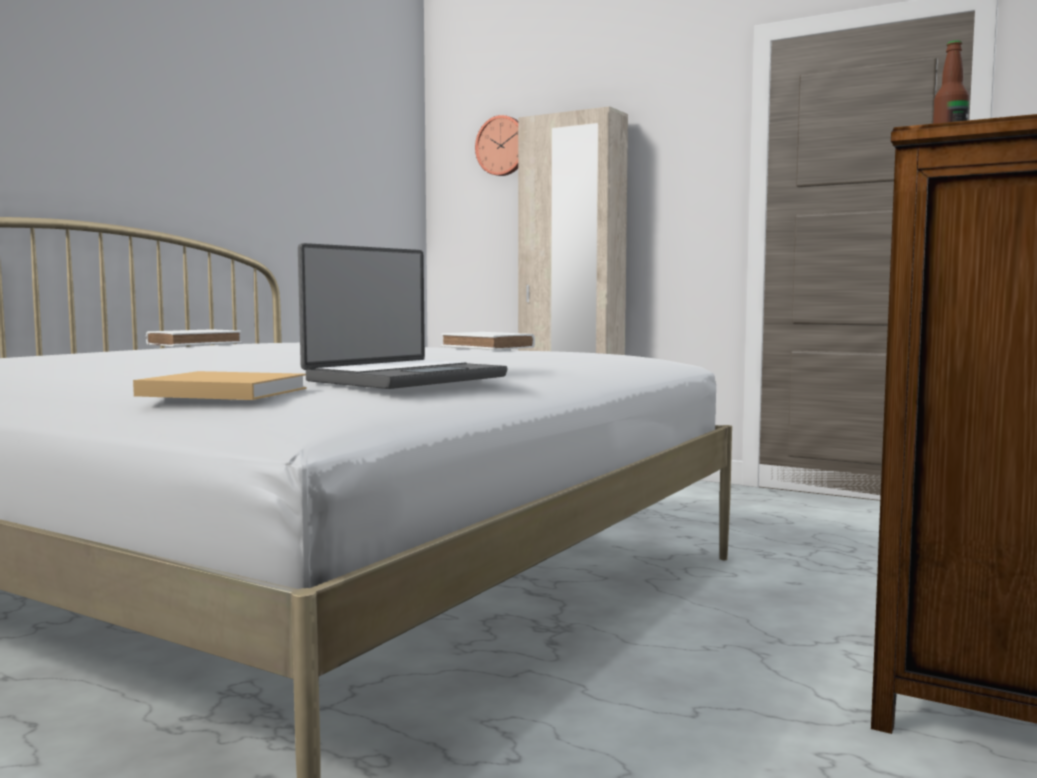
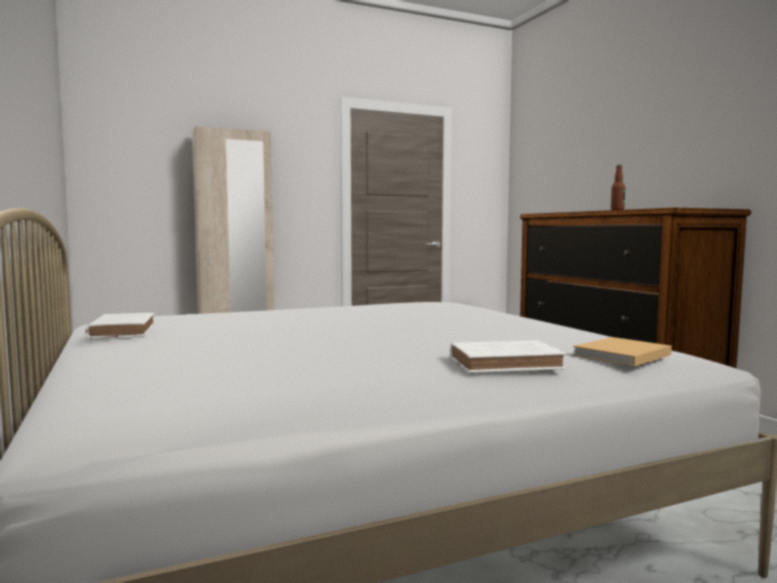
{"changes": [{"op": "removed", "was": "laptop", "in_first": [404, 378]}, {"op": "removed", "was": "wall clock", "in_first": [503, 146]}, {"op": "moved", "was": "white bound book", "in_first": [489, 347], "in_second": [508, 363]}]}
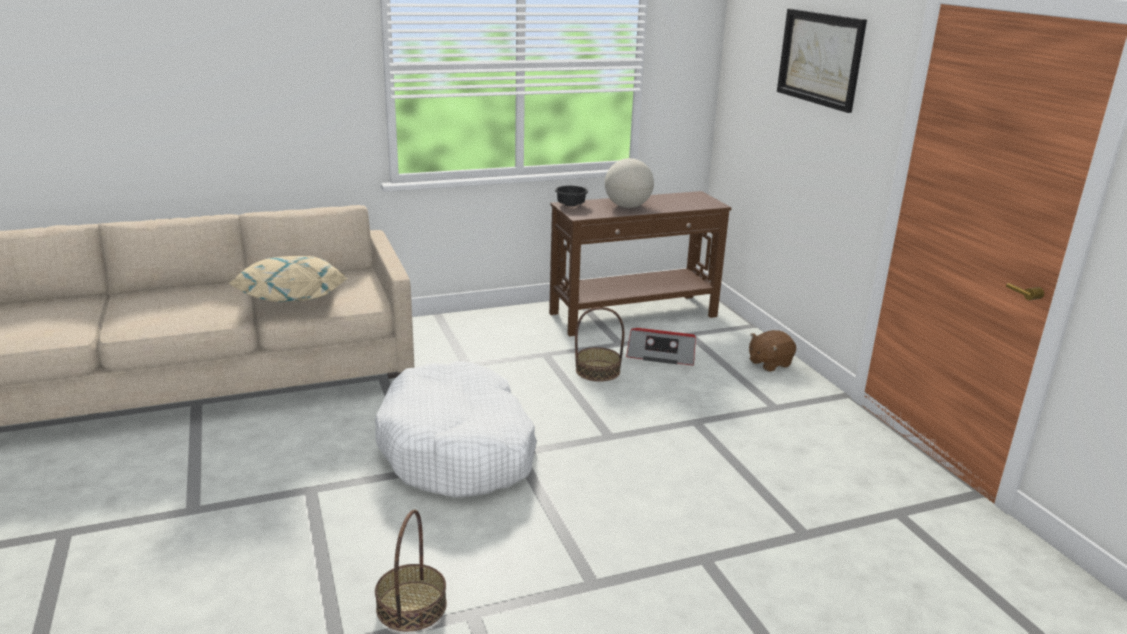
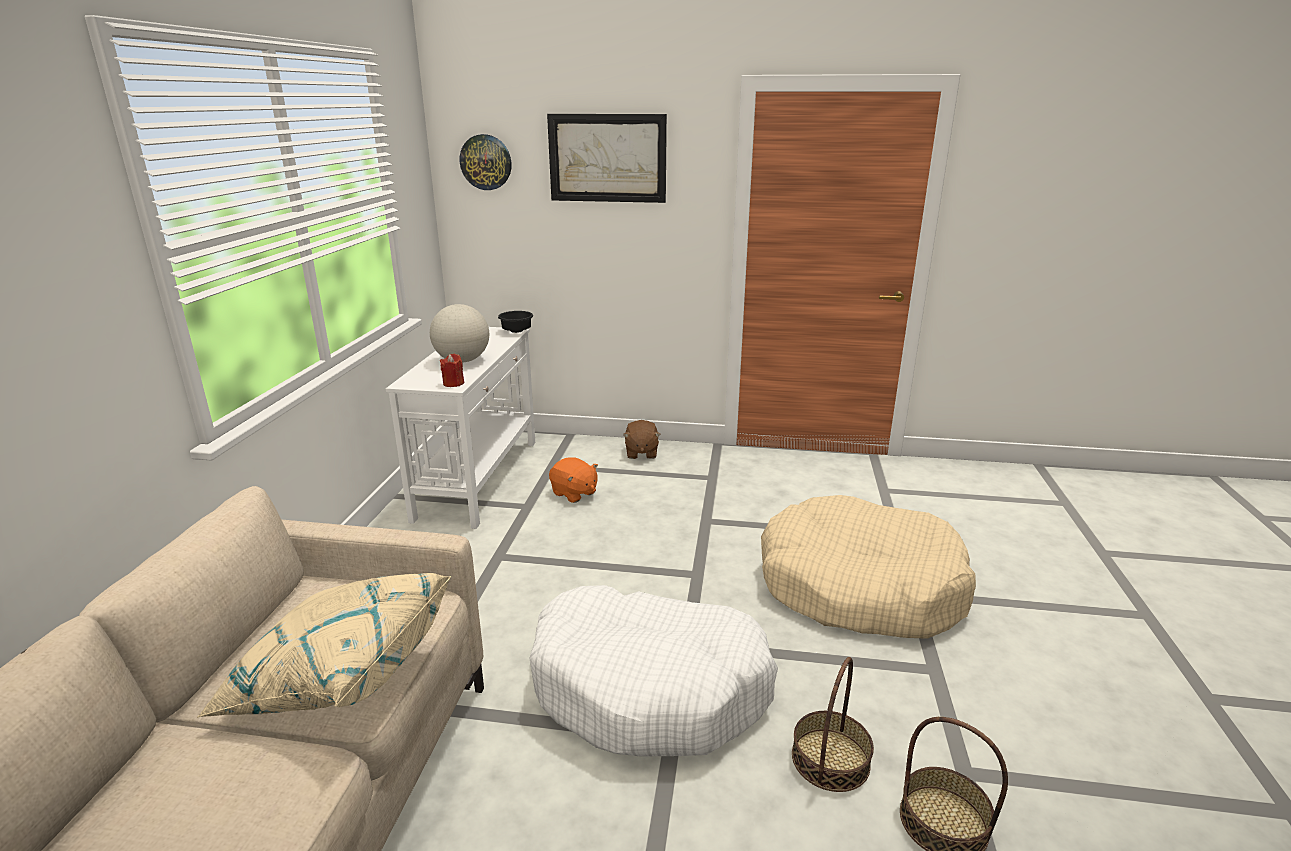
{"changes": [{"op": "added", "now": "reddish wax light", "in_second": [453, 383]}, {"op": "added", "now": "wall clock", "in_second": [486, 162]}, {"op": "added", "now": "beige pet bed", "in_second": [859, 587]}, {"op": "moved", "was": "black deep dish", "in_first": [570, 205], "in_second": [517, 331]}, {"op": "moved", "was": "basket", "in_first": [598, 371], "in_second": [830, 759]}, {"op": "replaced", "was": "radio", "now": "orange plush toy", "in_first": [661, 355], "in_second": [574, 493]}, {"op": "recoloured", "was": "brown narrow table", "now": "white narrow table", "in_first": [634, 315], "in_second": [479, 478]}]}
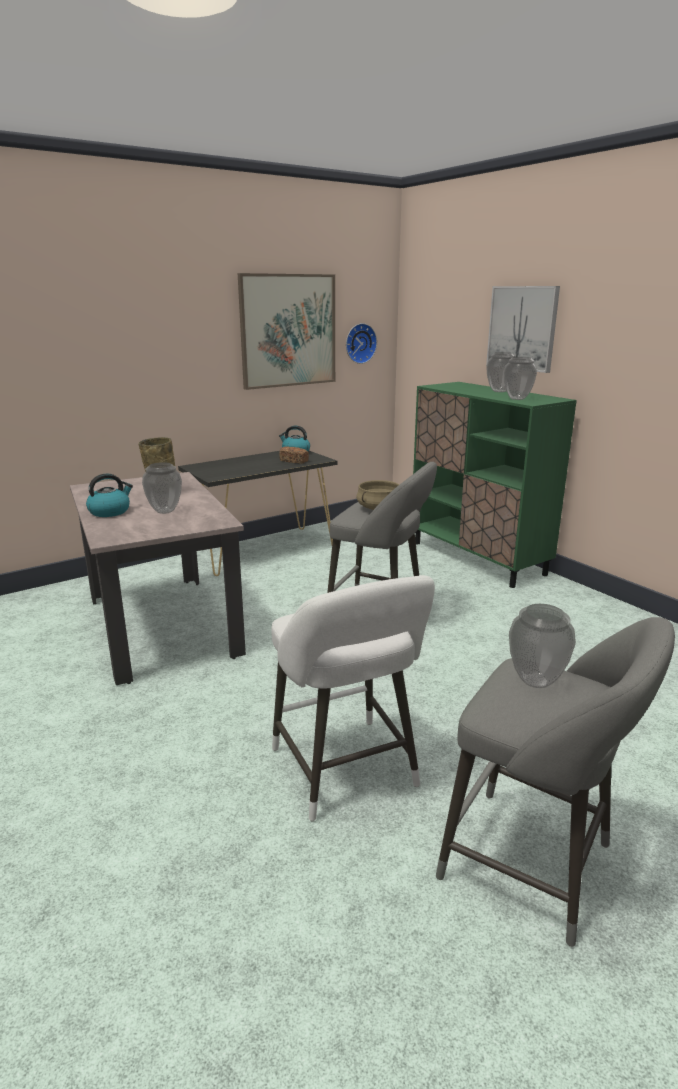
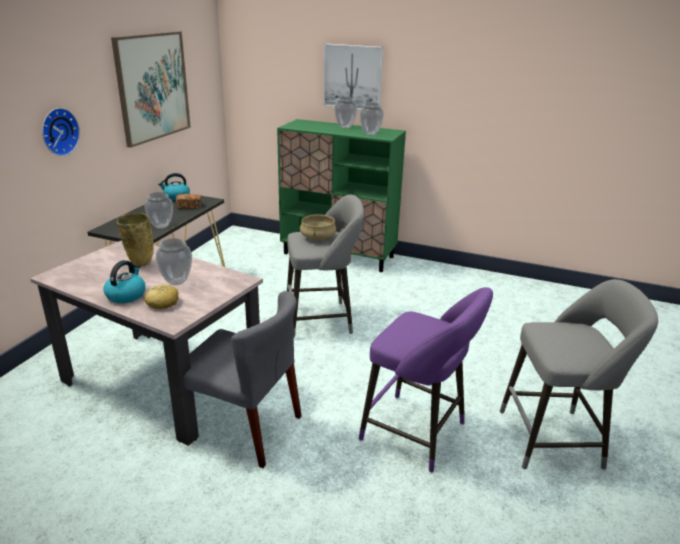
{"changes": [{"op": "added", "now": "baked bread", "in_second": [162, 302]}, {"op": "added", "now": "grey chair", "in_second": [244, 427]}, {"op": "moved", "was": "wall clock", "in_first": [359, 343], "in_second": [58, 131]}, {"op": "moved", "was": "vase", "in_first": [536, 681], "in_second": [161, 226]}, {"op": "recoloured", "was": "white stool seat", "now": "purplish stool seat", "in_first": [347, 773], "in_second": [418, 434]}]}
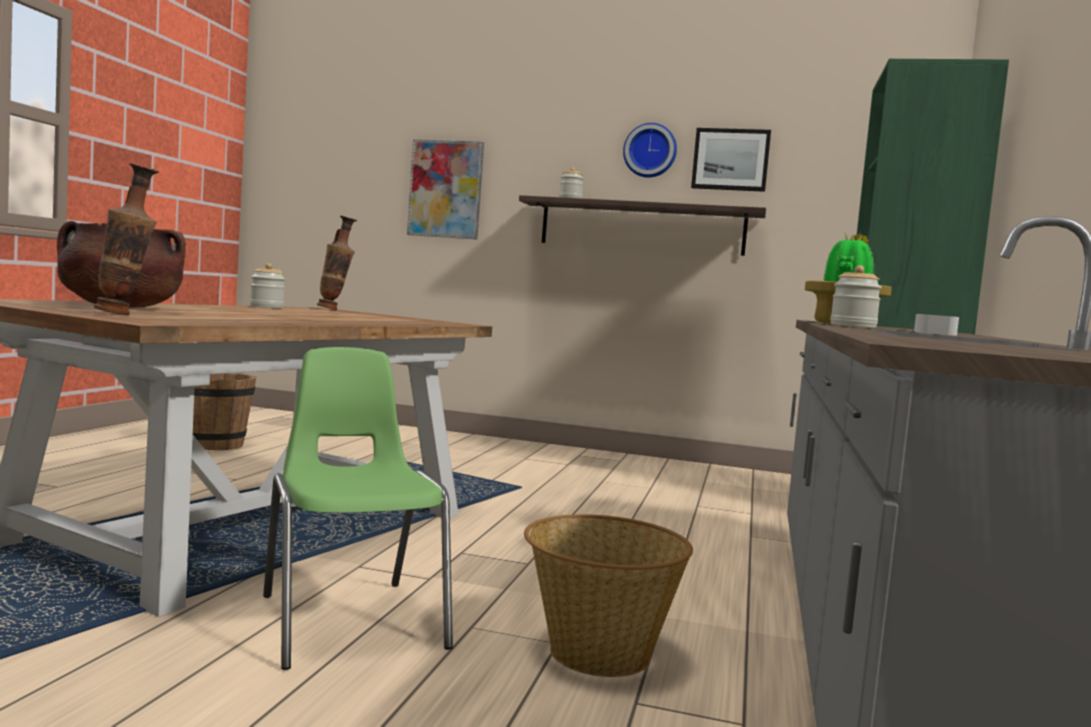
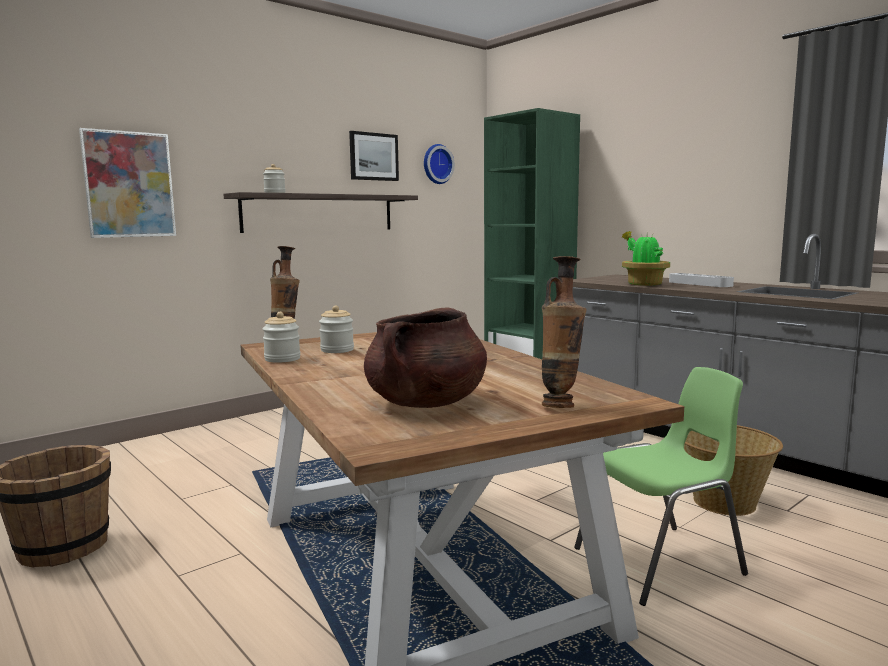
{"changes": [{"op": "moved", "was": "wall clock", "in_first": [650, 151], "in_second": [436, 164]}, {"op": "moved", "was": "jar", "in_first": [853, 326], "in_second": [337, 350]}, {"op": "turned", "was": "green-coloured chair", "in_first": [350, 620], "in_second": [661, 562], "clockwise": 150}]}
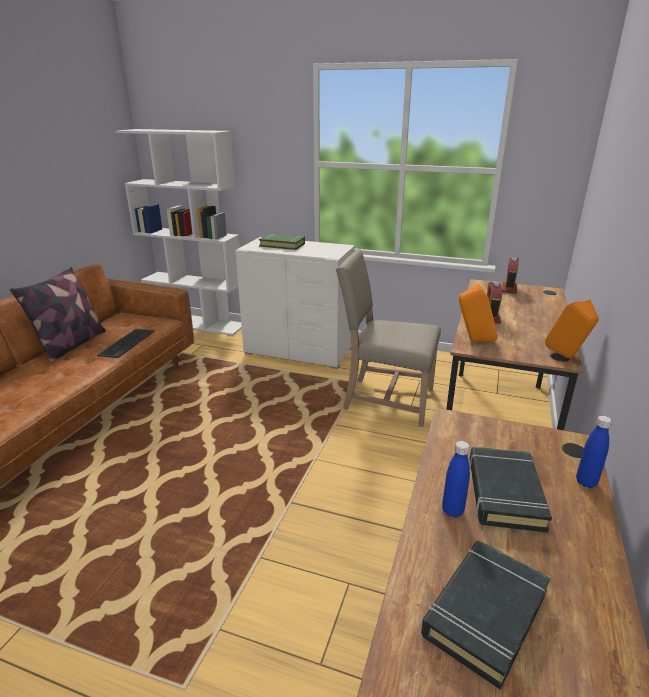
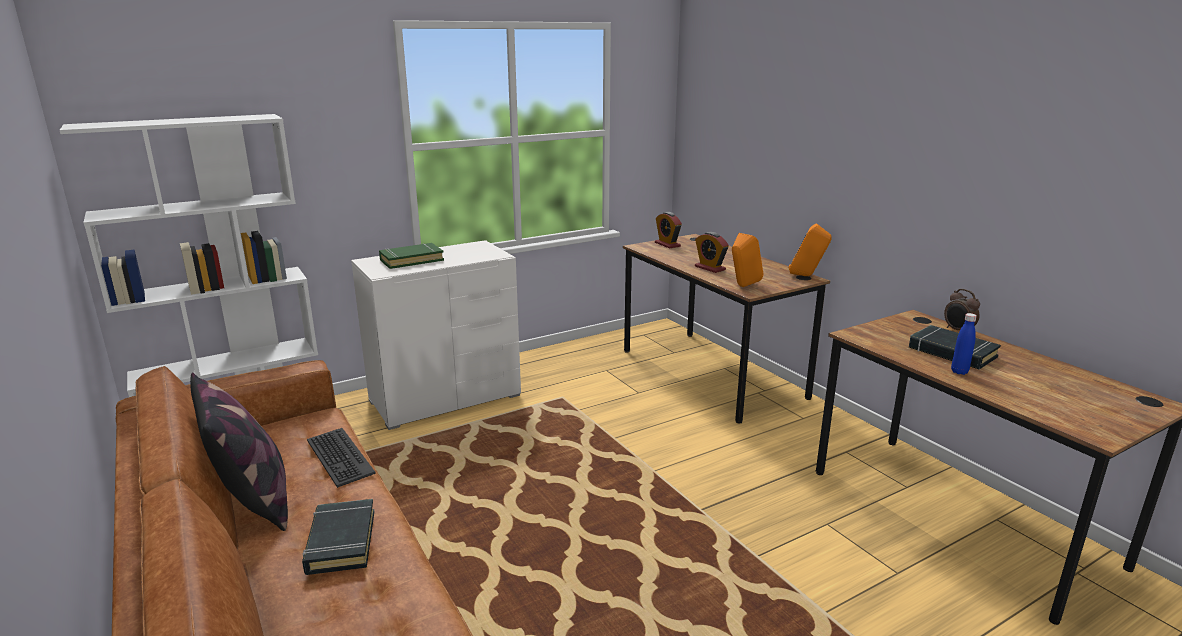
{"changes": [{"op": "removed", "was": "beige chair", "in_first": [385, 399]}, {"op": "moved", "was": "black bound book", "in_first": [484, 613], "in_second": [341, 542]}, {"op": "replaced", "was": "blue drink bottle", "now": "alarm clock", "in_first": [586, 482], "in_second": [958, 330]}]}
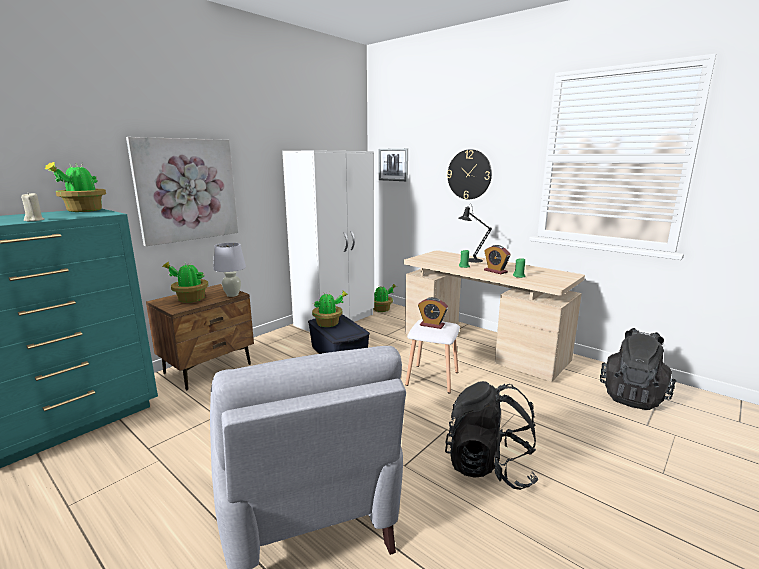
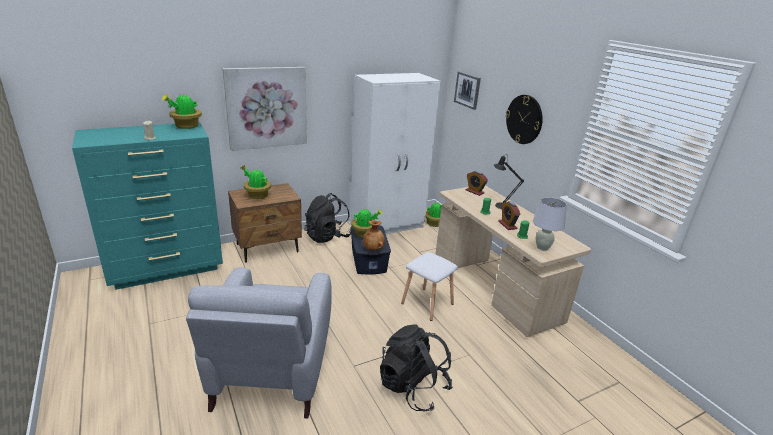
{"changes": [{"op": "added", "now": "brown vase", "in_second": [373, 249]}, {"op": "moved", "was": "white table lamp", "in_first": [232, 295], "in_second": [542, 248]}, {"op": "moved", "was": "alarm clock", "in_first": [432, 325], "in_second": [474, 192]}, {"op": "moved", "was": "black knapsack", "in_first": [632, 396], "in_second": [327, 236]}]}
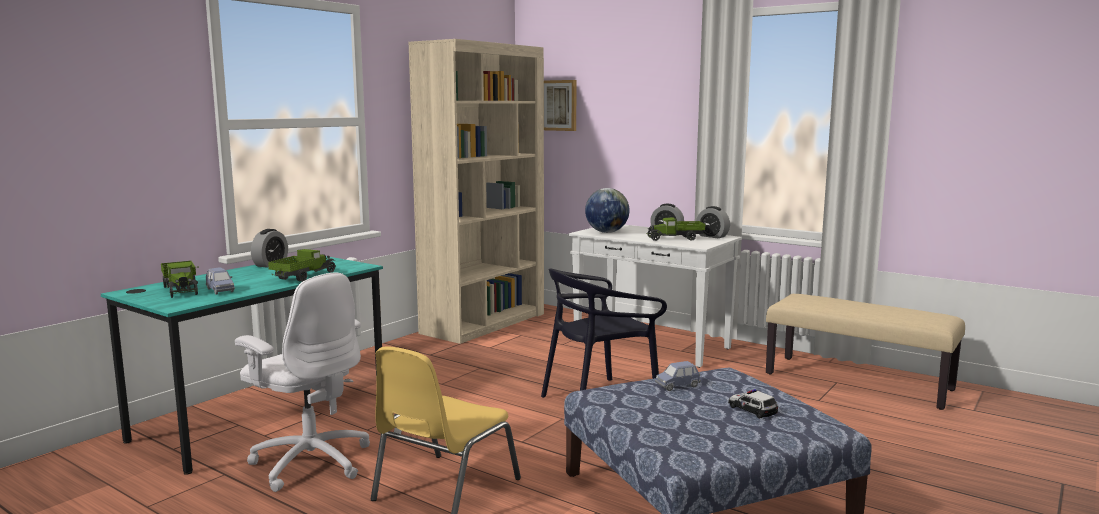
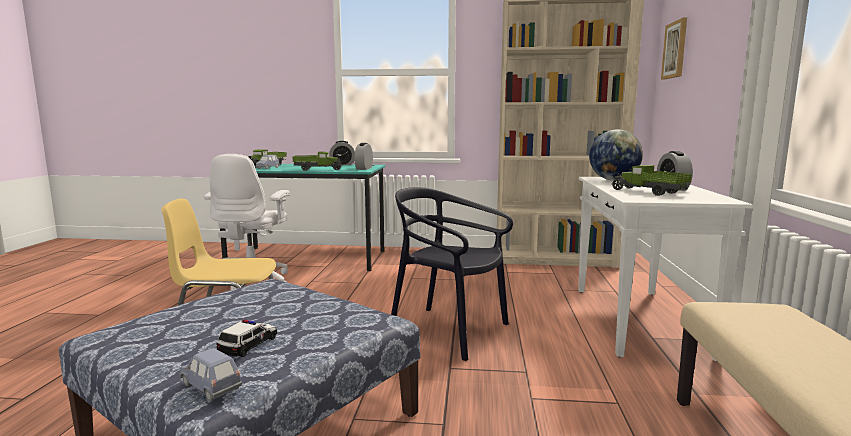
{"changes": [{"op": "moved", "was": "blue toy car", "in_first": [677, 386], "in_second": [211, 387]}, {"op": "moved", "was": "alarm clock", "in_first": [712, 236], "in_second": [364, 168]}]}
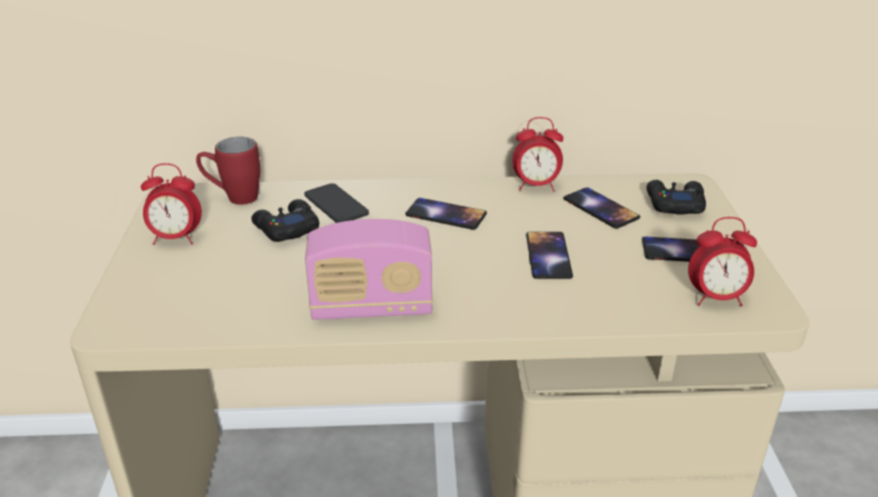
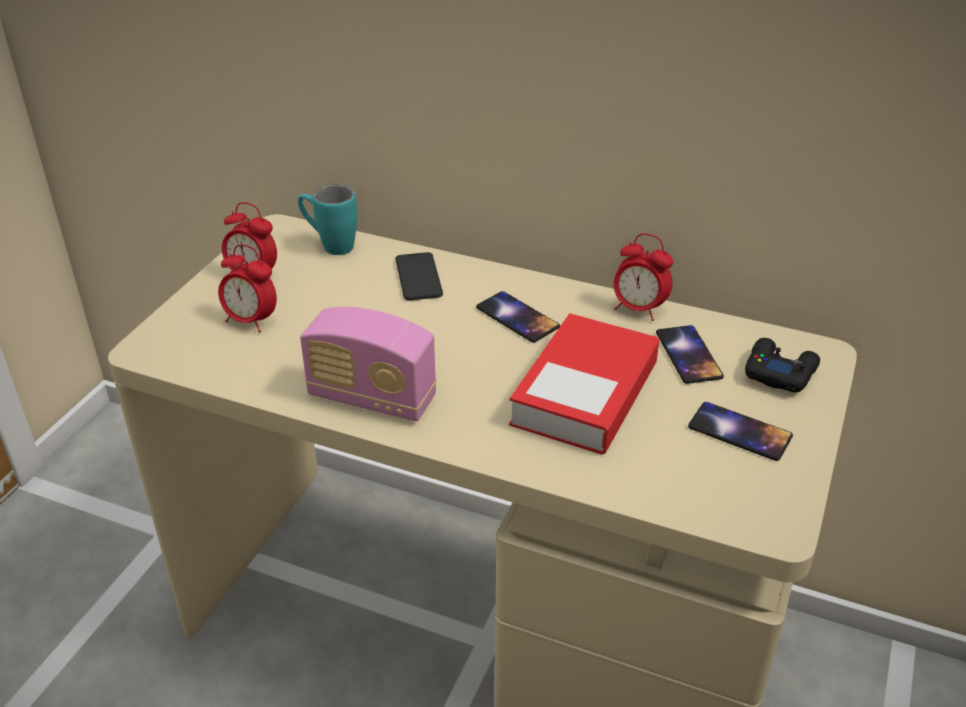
{"changes": [{"op": "removed", "was": "black joypad", "in_first": [286, 228]}, {"op": "moved", "was": "alarm clock", "in_first": [715, 298], "in_second": [251, 321]}, {"op": "replaced", "was": "phone", "now": "bound book", "in_first": [548, 255], "in_second": [585, 393]}, {"op": "recoloured", "was": "reddish tea mug", "now": "blue-green tea mug", "in_first": [233, 198], "in_second": [330, 245]}]}
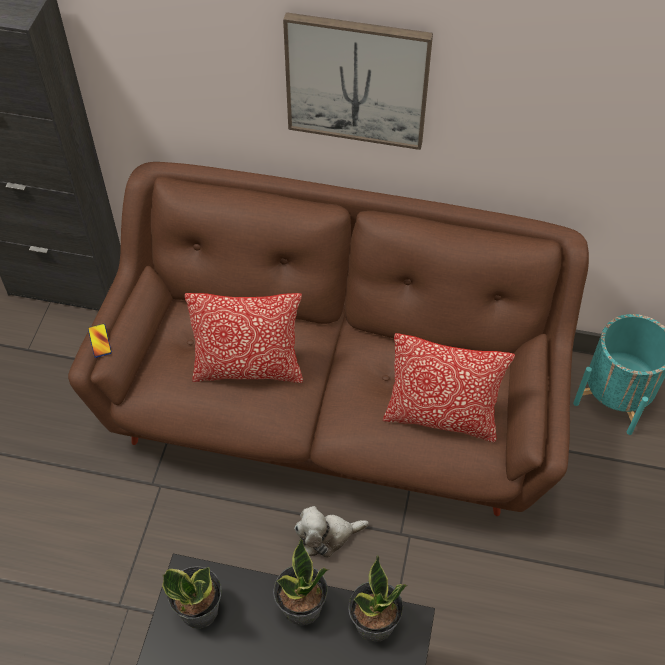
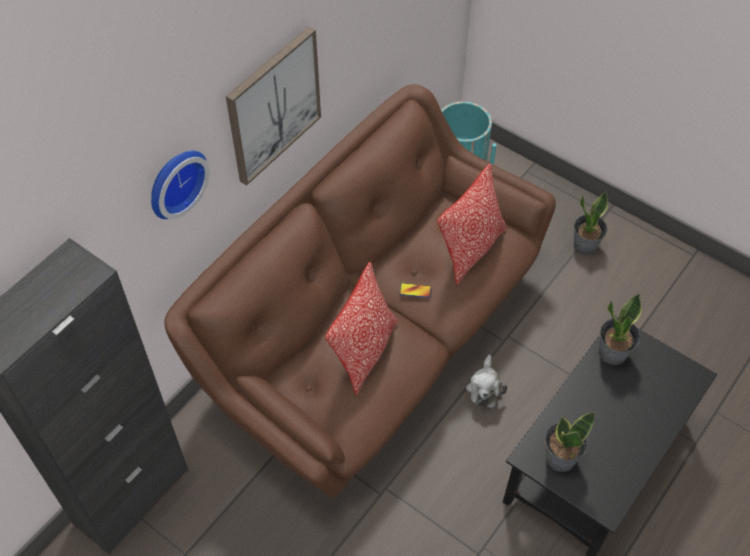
{"changes": [{"op": "added", "now": "wall clock", "in_second": [174, 181]}, {"op": "moved", "was": "phone", "in_first": [99, 341], "in_second": [415, 291]}, {"op": "moved", "was": "houseplant", "in_first": [301, 608], "in_second": [585, 245]}]}
